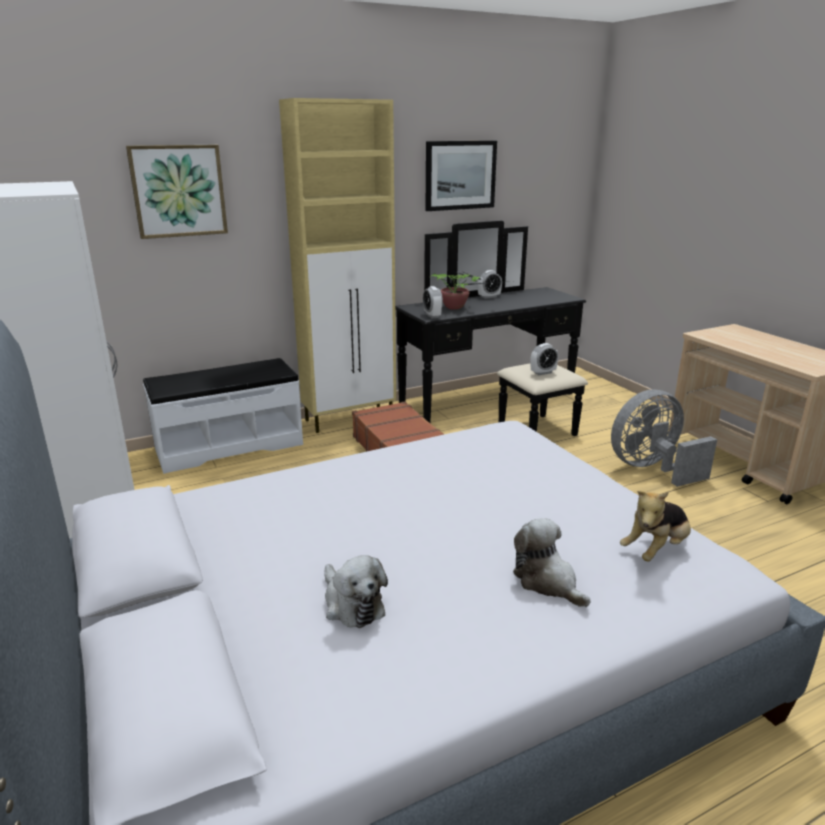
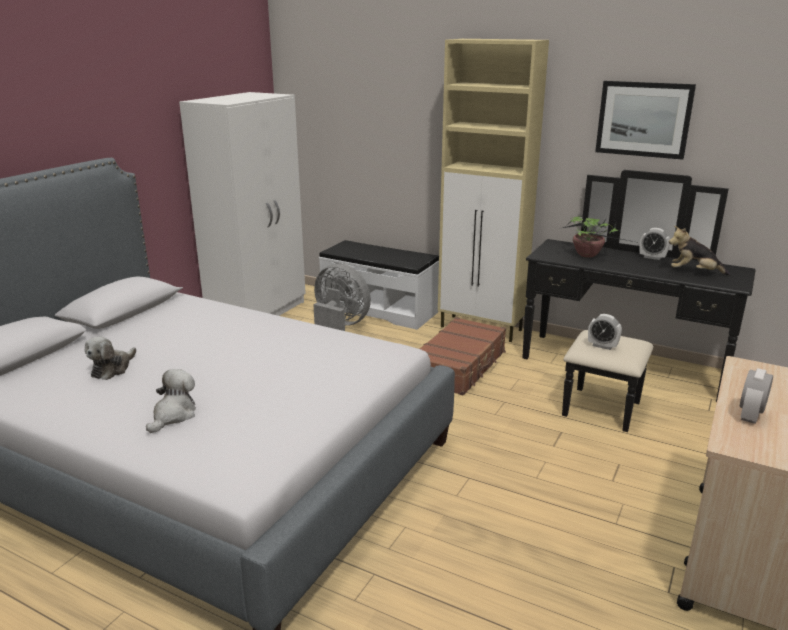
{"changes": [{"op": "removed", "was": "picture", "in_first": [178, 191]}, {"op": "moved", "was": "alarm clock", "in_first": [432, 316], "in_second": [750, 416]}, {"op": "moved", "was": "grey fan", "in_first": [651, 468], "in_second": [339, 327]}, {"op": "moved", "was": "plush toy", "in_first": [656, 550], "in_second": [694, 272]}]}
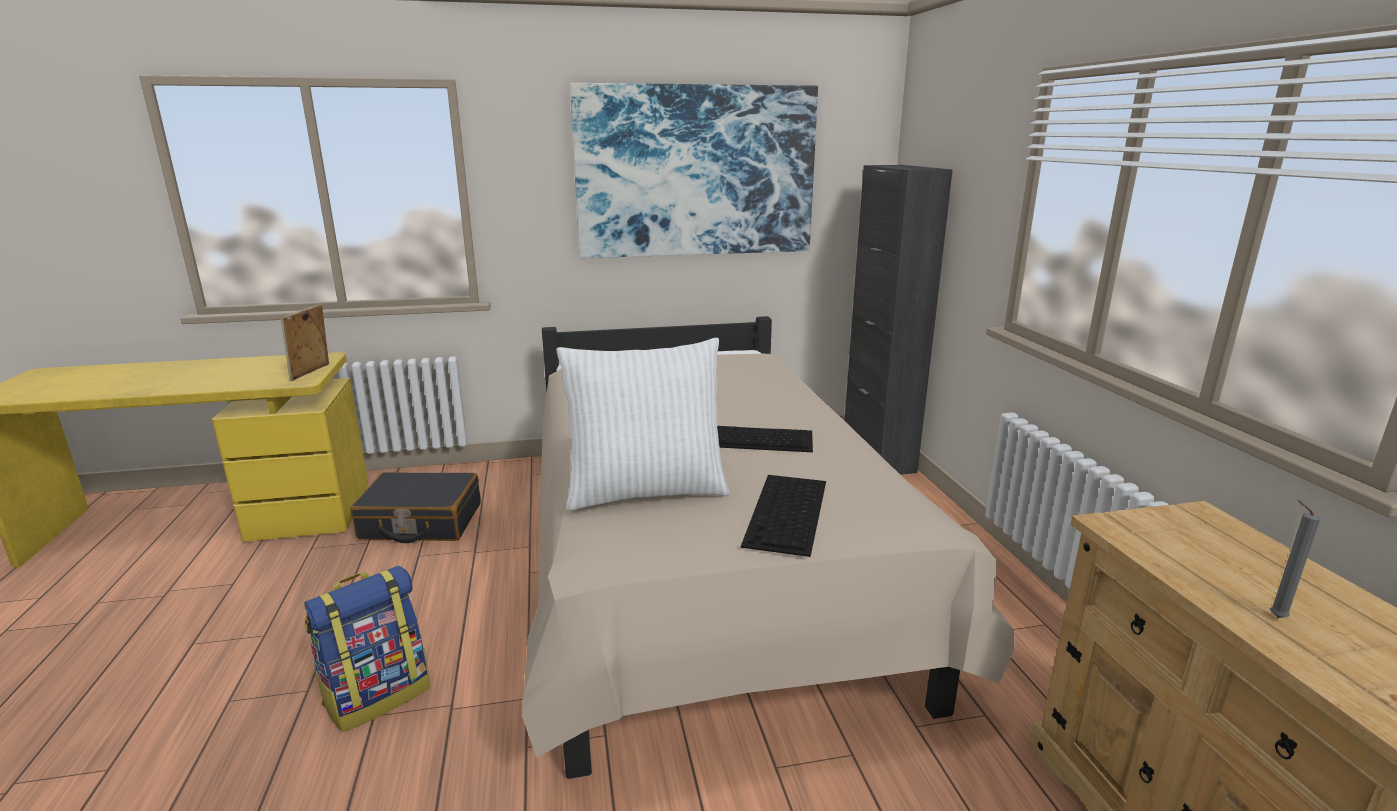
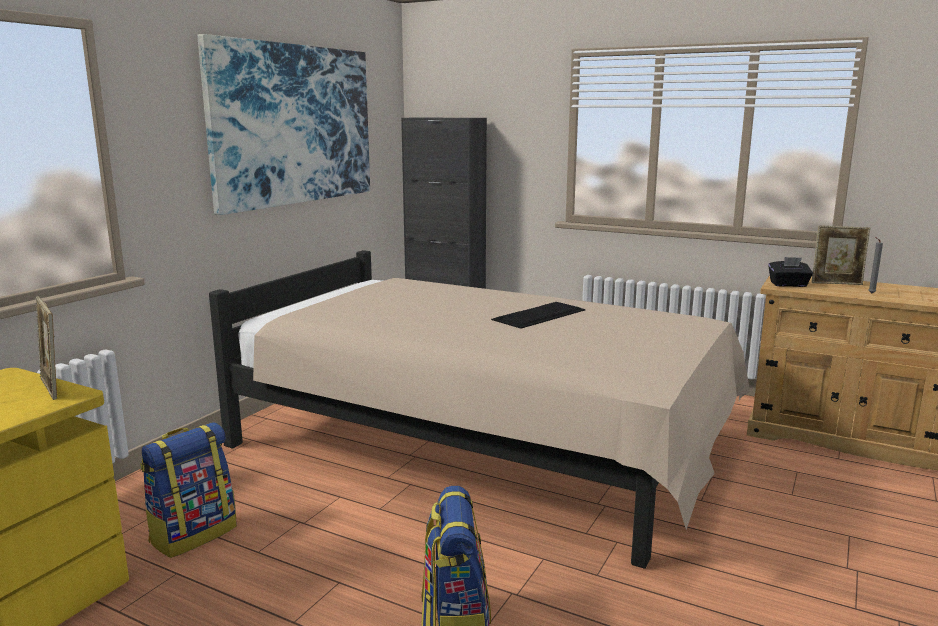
{"changes": [{"op": "removed", "was": "white cushion", "in_first": [646, 491]}, {"op": "removed", "was": "keyboard", "in_first": [787, 513]}, {"op": "added", "now": "black tissue holder", "in_second": [788, 285]}, {"op": "added", "now": "picture frame", "in_second": [836, 283]}, {"op": "replaced", "was": "black suitcase", "now": "knapsack", "in_first": [421, 522], "in_second": [193, 534]}]}
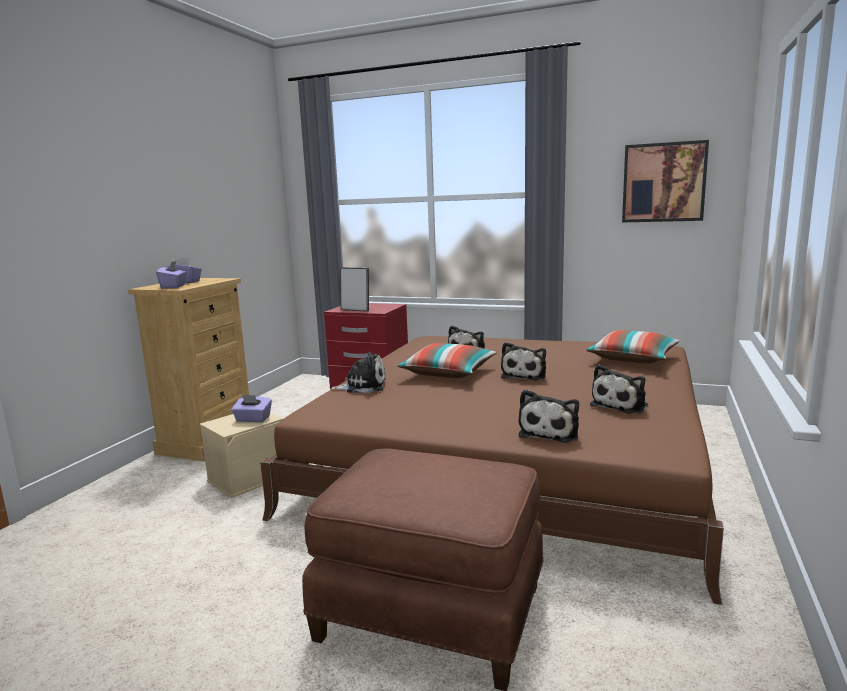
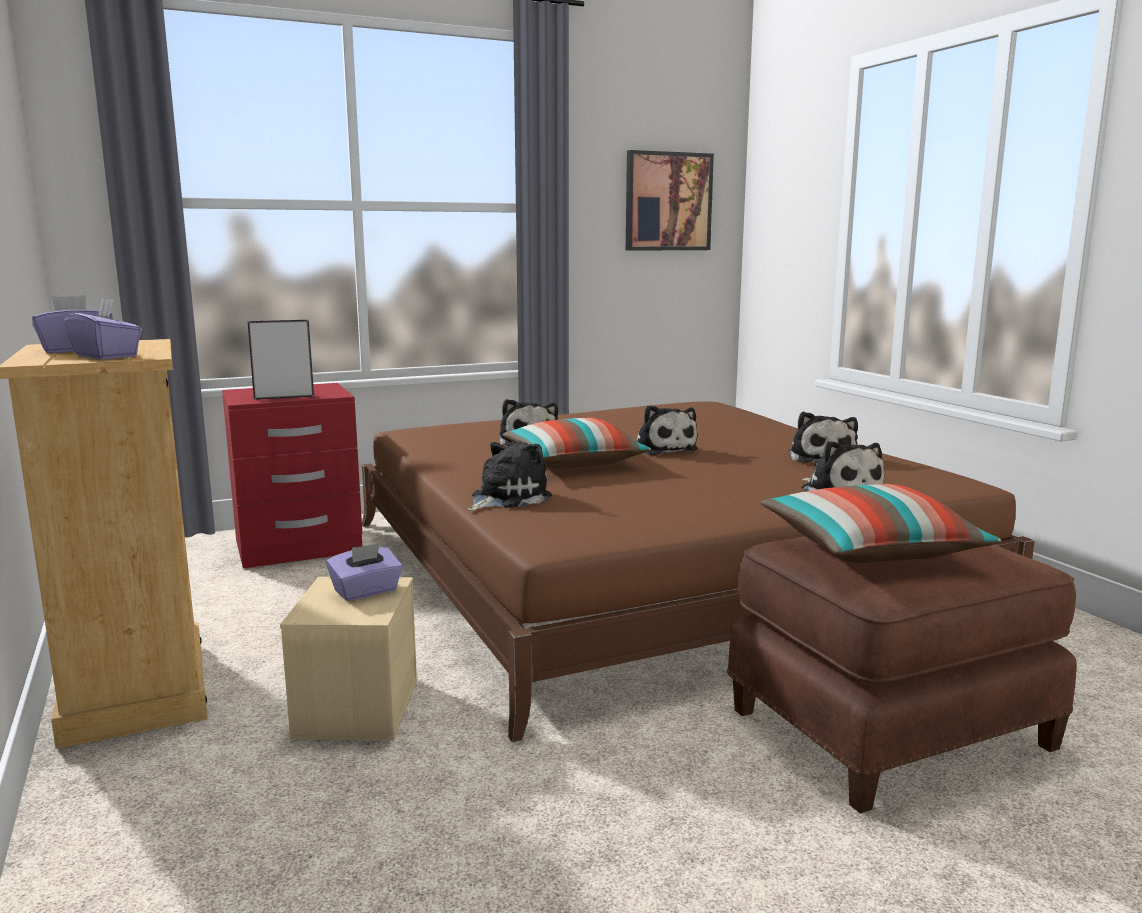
{"changes": [{"op": "moved", "was": "cushion", "in_first": [632, 359], "in_second": [870, 550]}]}
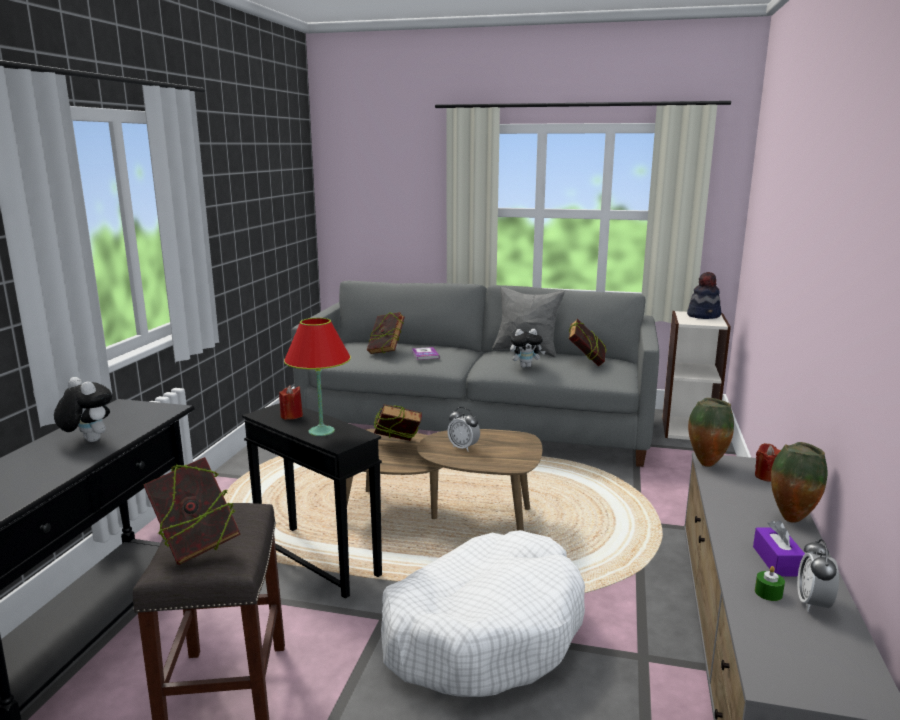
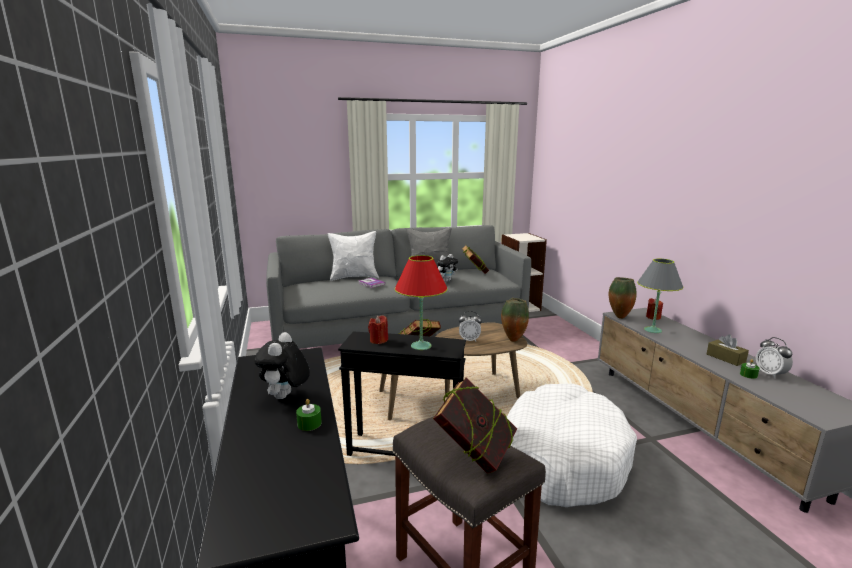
{"changes": [{"op": "removed", "was": "bound book", "in_first": [386, 352]}, {"op": "removed", "was": "hat", "in_first": [704, 316]}, {"op": "added", "now": "green-coloured wax light", "in_second": [309, 423]}, {"op": "added", "now": "white cushion", "in_second": [354, 277]}, {"op": "added", "now": "grey table lamp", "in_second": [652, 330]}, {"op": "moved", "was": "vase", "in_first": [791, 518], "in_second": [513, 340]}, {"op": "recoloured", "was": "purplish tissue holder", "now": "brown tissue holder", "in_first": [777, 561], "in_second": [725, 358]}, {"op": "turned", "was": "plush toy", "in_first": [88, 441], "in_second": [285, 397], "clockwise": -90}]}
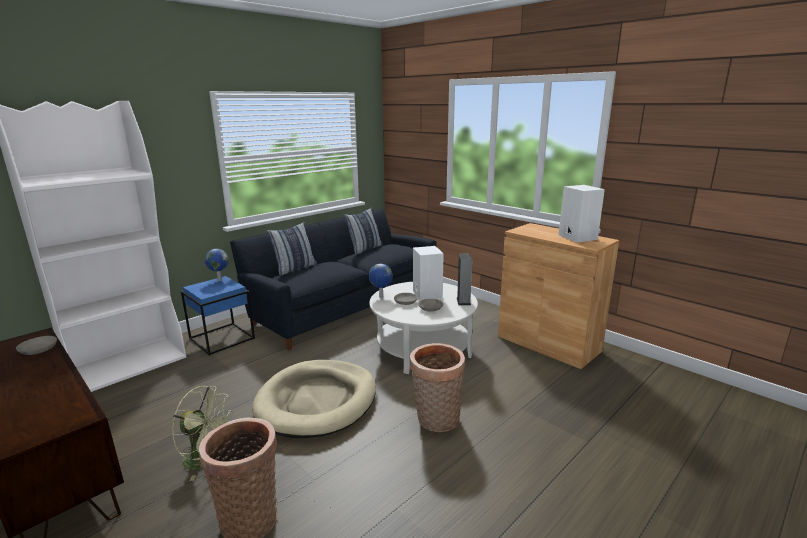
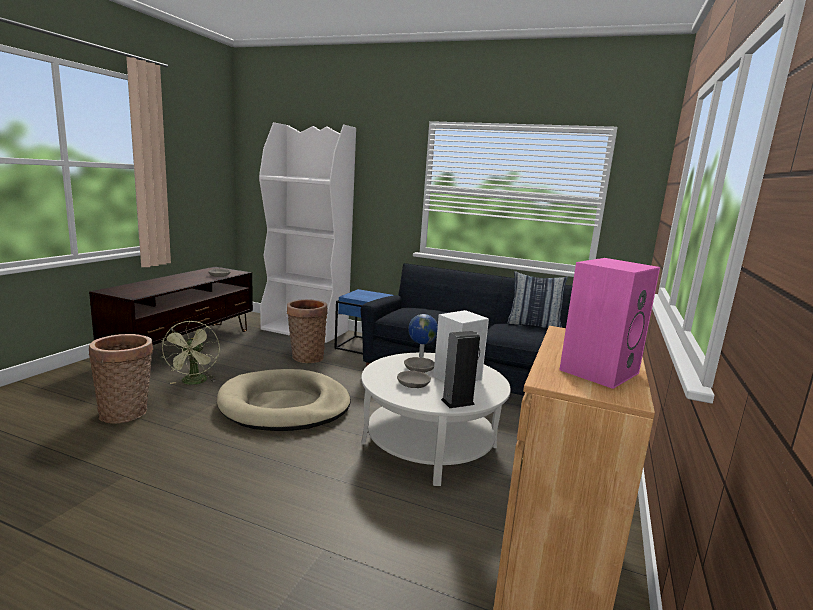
{"changes": [{"op": "removed", "was": "globe", "in_first": [219, 280]}, {"op": "removed", "was": "cushion", "in_first": [294, 268]}, {"op": "moved", "was": "basket", "in_first": [436, 420], "in_second": [306, 357]}, {"op": "recoloured", "was": "white loudspeaker", "now": "pinkish loudspeaker", "in_first": [576, 237], "in_second": [598, 371]}]}
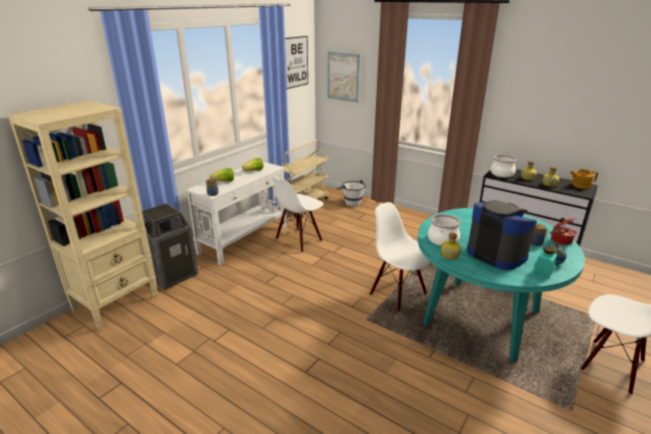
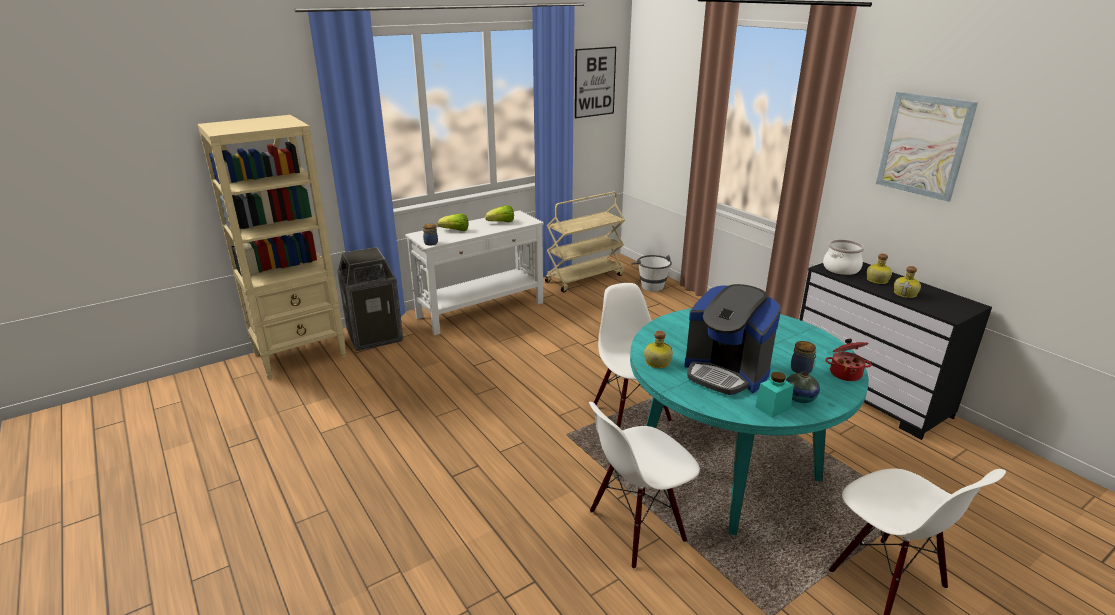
{"changes": [{"op": "removed", "was": "cooking pot", "in_first": [442, 240]}, {"op": "removed", "was": "pot for tea", "in_first": [580, 185]}, {"op": "moved", "was": "white chair", "in_first": [299, 240], "in_second": [637, 528]}, {"op": "moved", "was": "picture", "in_first": [343, 76], "in_second": [923, 145]}, {"op": "turned", "was": "coffee machine", "in_first": [496, 254], "in_second": [726, 373], "clockwise": 150}]}
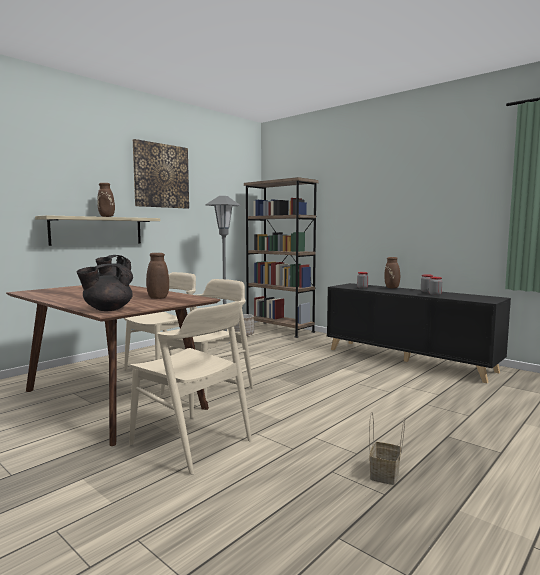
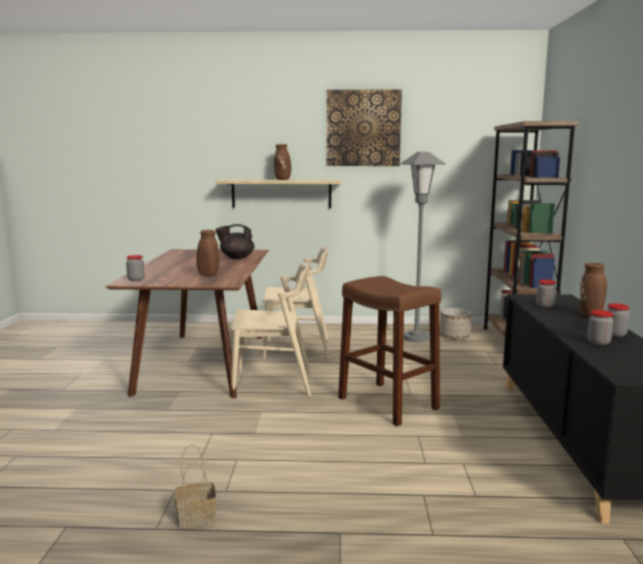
{"changes": [{"op": "removed", "was": "beige chair", "in_first": [191, 443]}, {"op": "added", "now": "brown stool seat", "in_second": [388, 403]}, {"op": "replaced", "was": "black pot for tea", "now": "jar", "in_first": [107, 309], "in_second": [136, 279]}]}
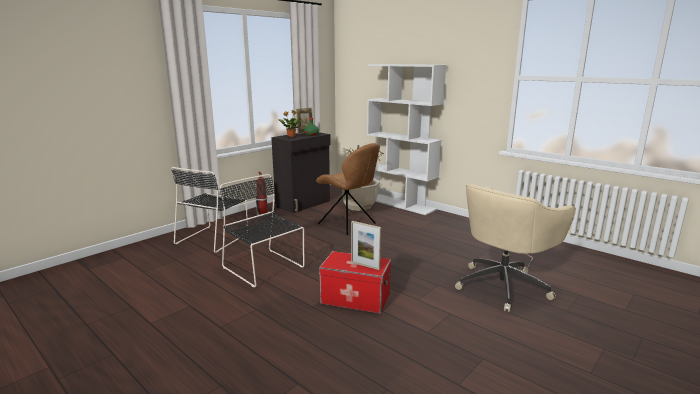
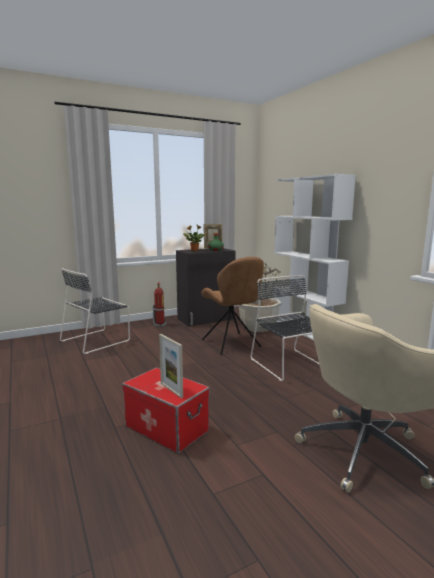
{"changes": [{"op": "moved", "was": "black chair", "in_first": [264, 268], "in_second": [290, 365]}]}
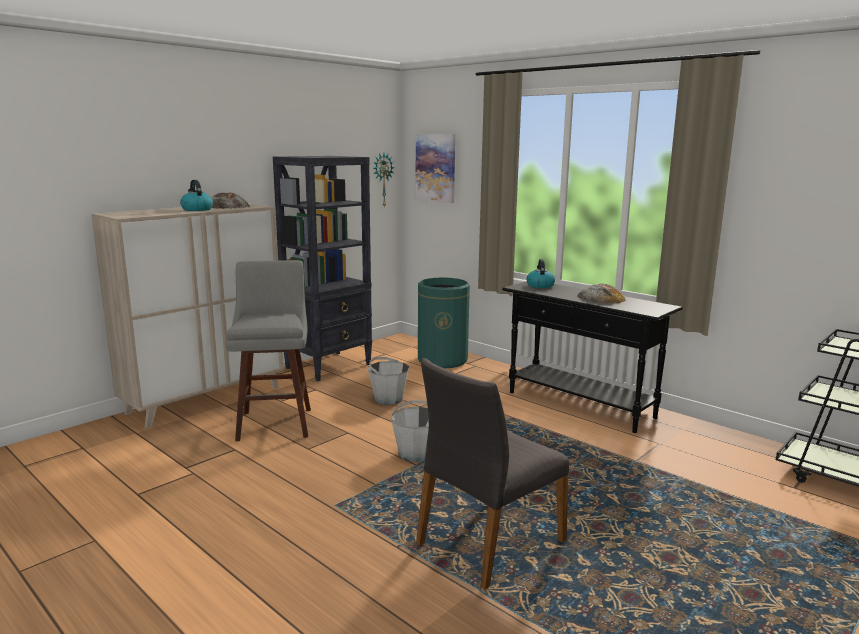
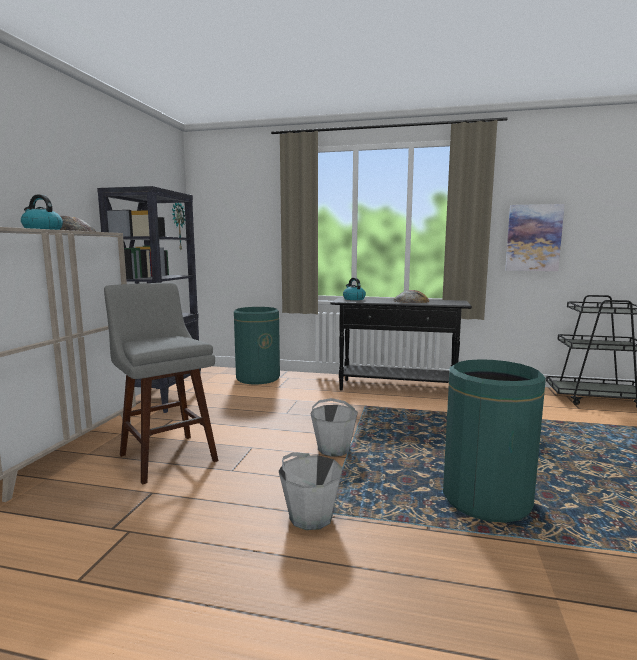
{"changes": [{"op": "moved", "was": "grey water bucket", "in_first": [388, 399], "in_second": [310, 516]}, {"op": "moved", "was": "picture", "in_first": [436, 168], "in_second": [533, 238]}, {"op": "replaced", "was": "grey chair", "now": "green-coloured waste bin", "in_first": [488, 543], "in_second": [486, 499]}]}
